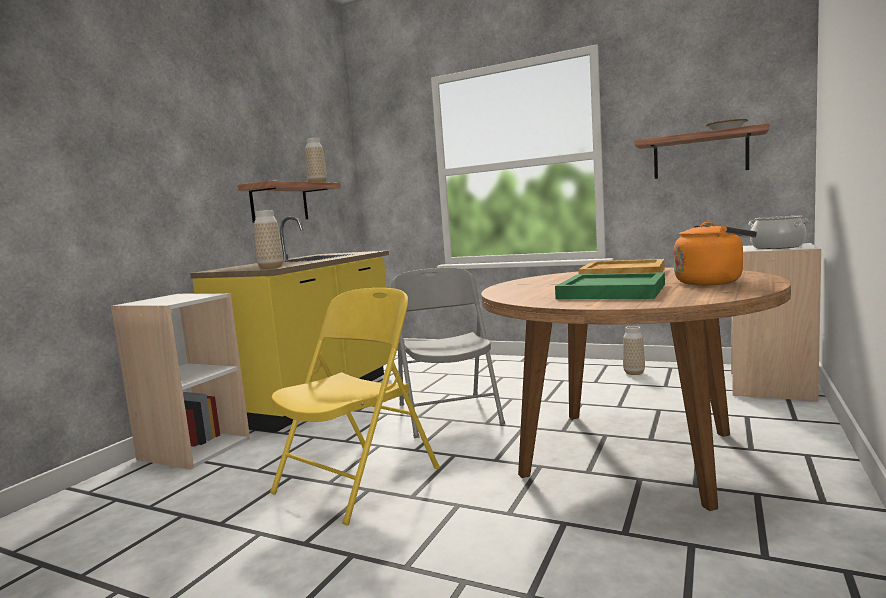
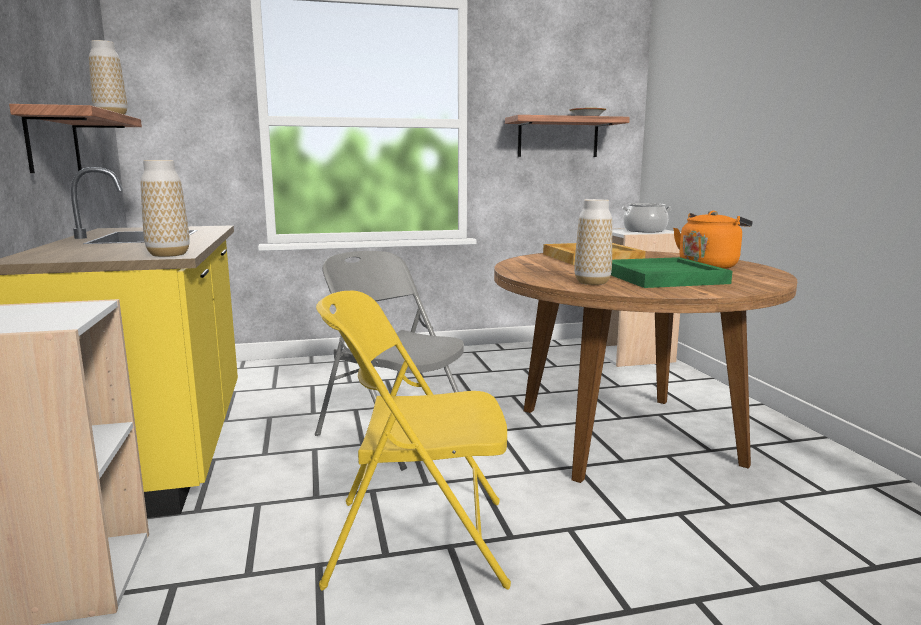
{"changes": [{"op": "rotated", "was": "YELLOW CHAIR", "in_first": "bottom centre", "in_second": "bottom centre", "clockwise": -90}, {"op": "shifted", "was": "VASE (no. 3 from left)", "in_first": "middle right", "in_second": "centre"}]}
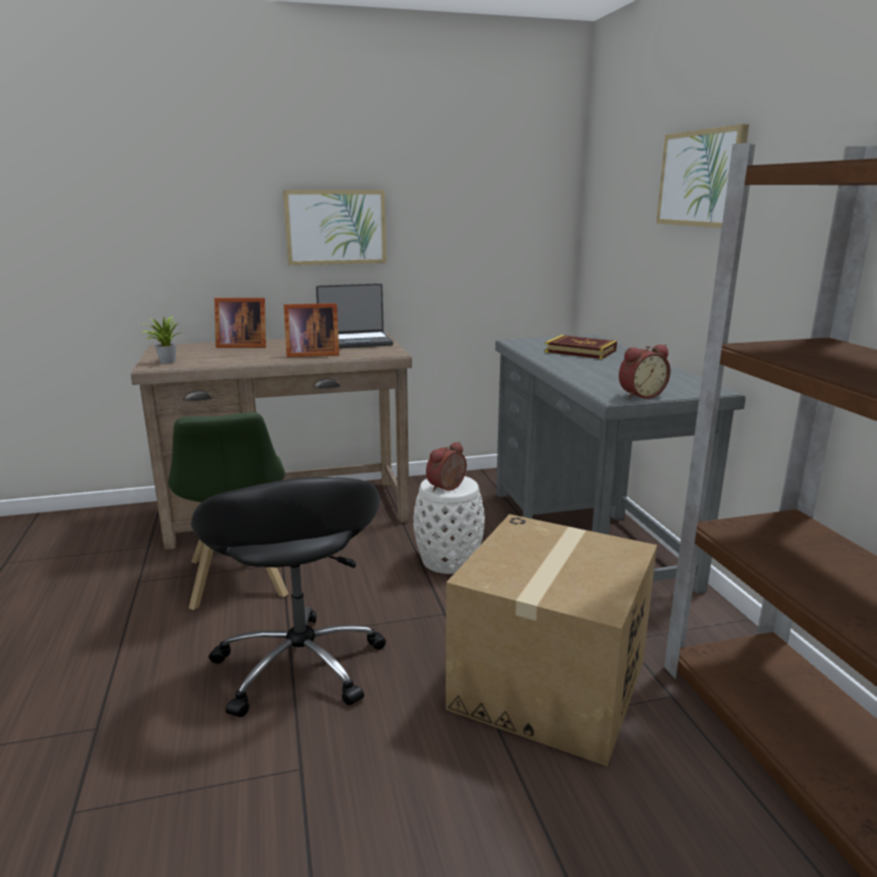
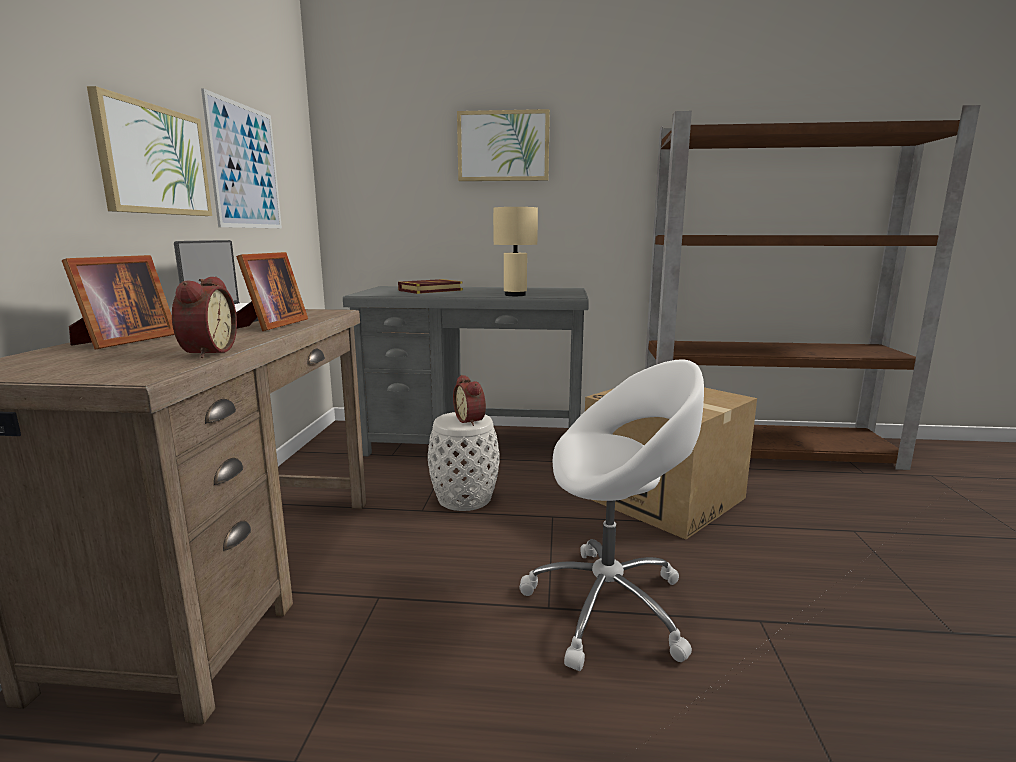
{"changes": [{"op": "shifted", "was": "ALARM CLOCK (no. 2 from left in the first image)", "now": "ALARM CLOCK (no. 1 from left)", "in_first": "middle right", "in_second": "middle left"}, {"op": "new", "now": "PICTURE (no. 2 from left)", "in_second": "top left"}, {"op": "new", "now": "BEIGE TABLE LAMP", "in_second": "top centre"}, {"op": "repainted", "was": "BLACK OFFICE CHAIR", "now": "WHITE OFFICE CHAIR", "in_first": "bottom left", "in_second": "bottom centre"}, {"op": "gone", "was": "POTTED PLANT", "in_first": "middle left"}, {"op": "gone", "was": "GREEN CHAIR", "in_first": "middle left"}]}
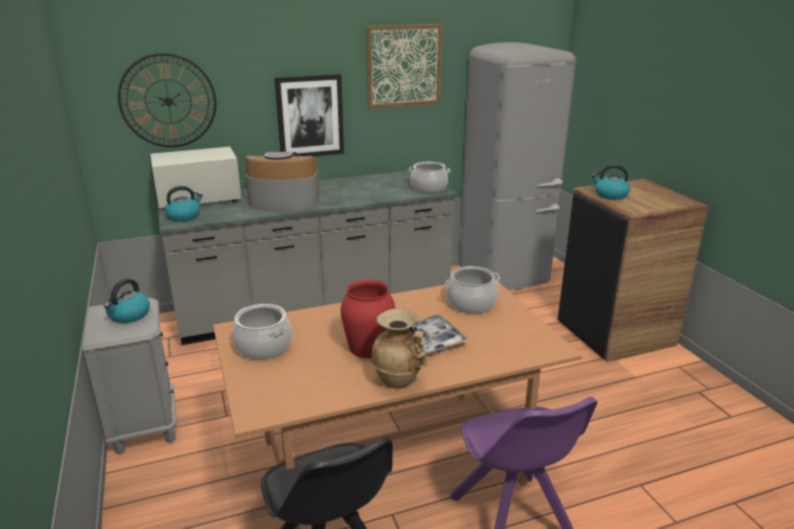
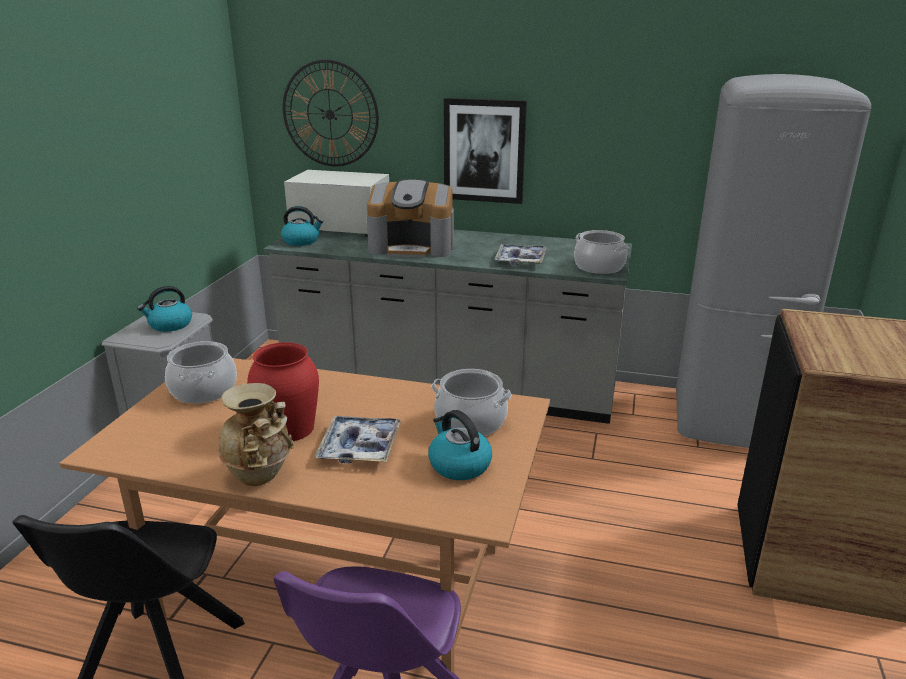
{"changes": [{"op": "rotated", "was": "COFFEE MACHINE", "in_first": "centre", "in_second": "top centre", "clockwise": 150}, {"op": "shifted", "was": "KETTLE (no. 3 from left)", "in_first": "middle right", "in_second": "centre"}, {"op": "new", "now": "TRAY (no. 2 from left)", "in_second": "centre"}, {"op": "gone", "was": "PICTURE (no. 2 from left)", "in_first": "top centre"}]}
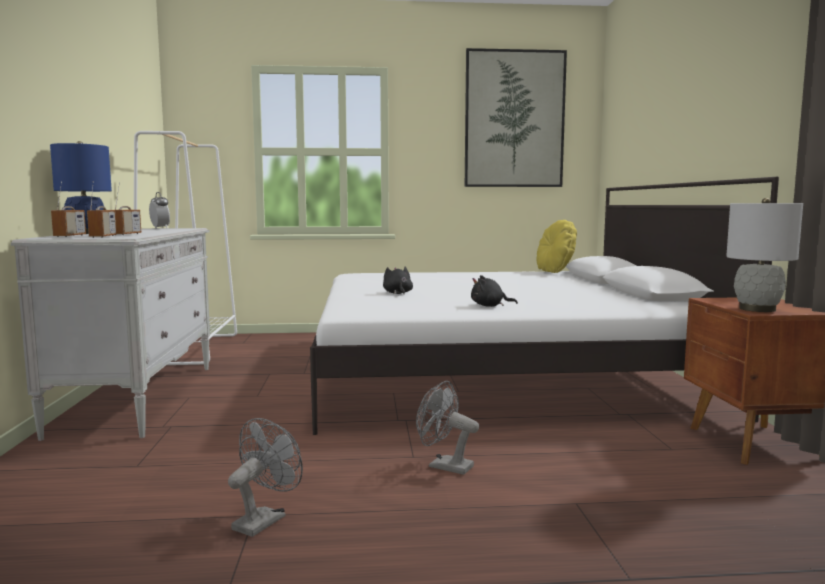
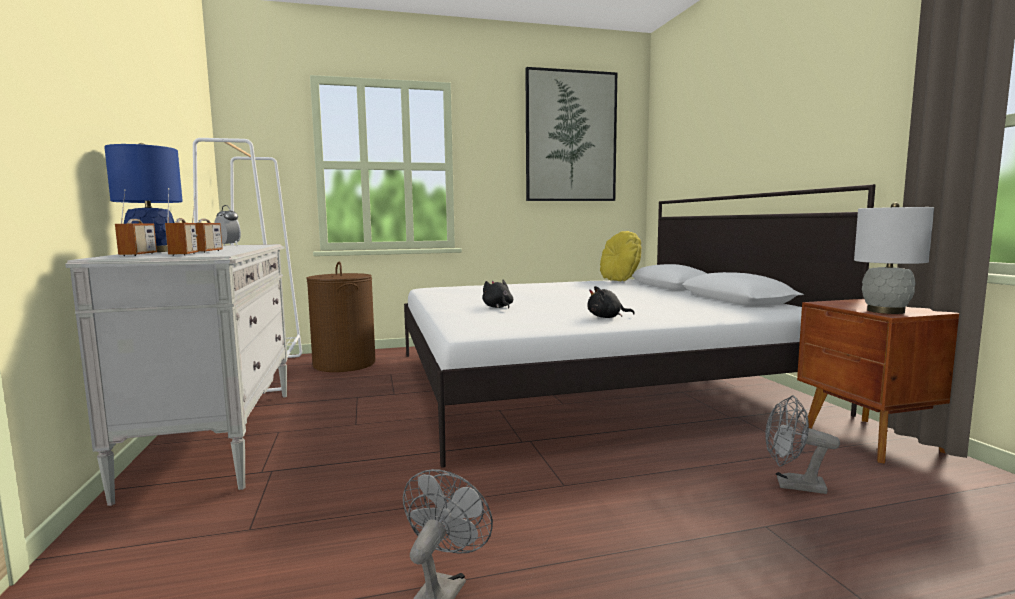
{"changes": [{"op": "new", "now": "BROWN LAUNDRY BASKET", "in_second": "centre"}, {"op": "shifted", "was": "GREY FAN (no. 2 from left)", "in_first": "bottom centre", "in_second": "bottom right"}]}
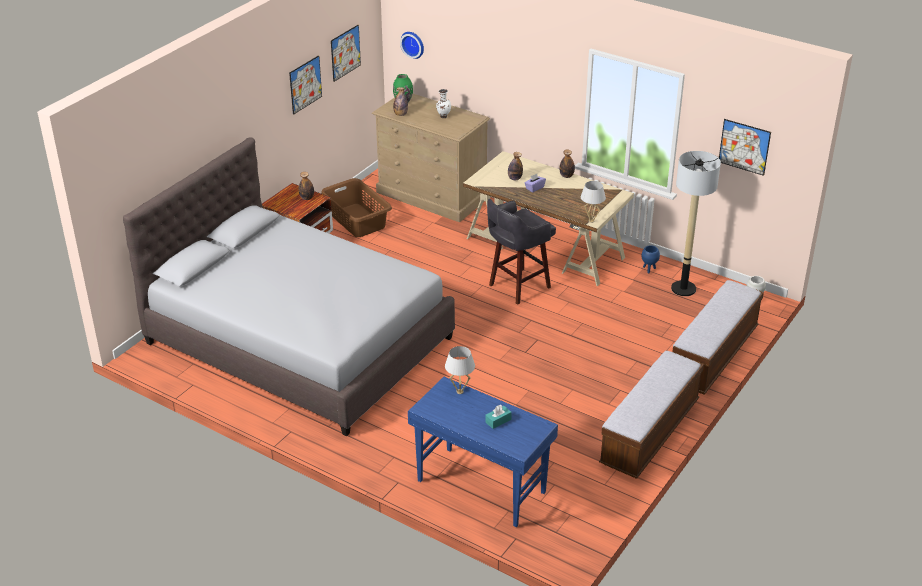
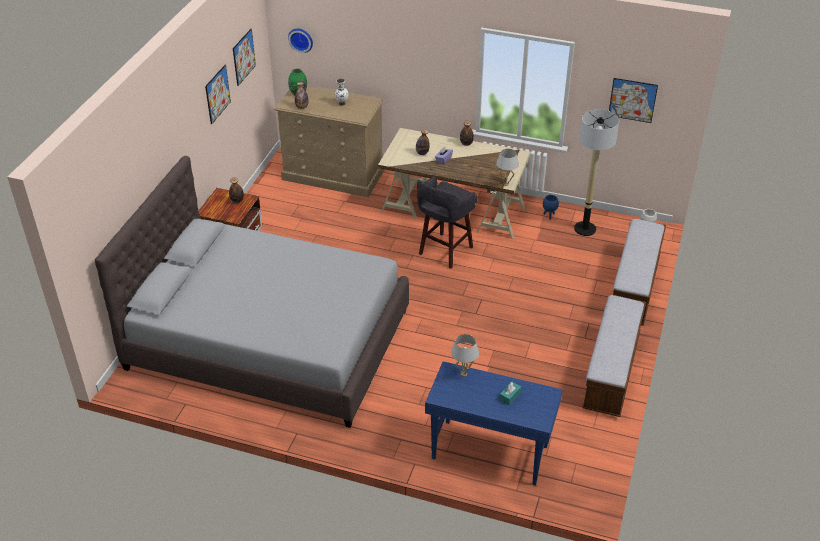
{"changes": [{"op": "gone", "was": "BROWN LAUNDRY BASKET", "in_first": "centre"}]}
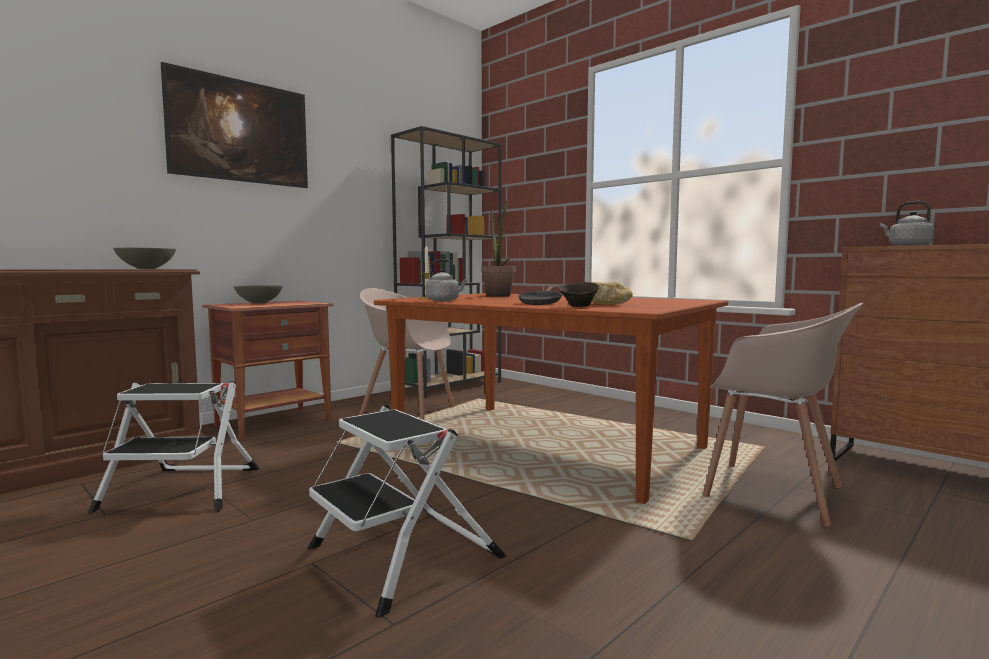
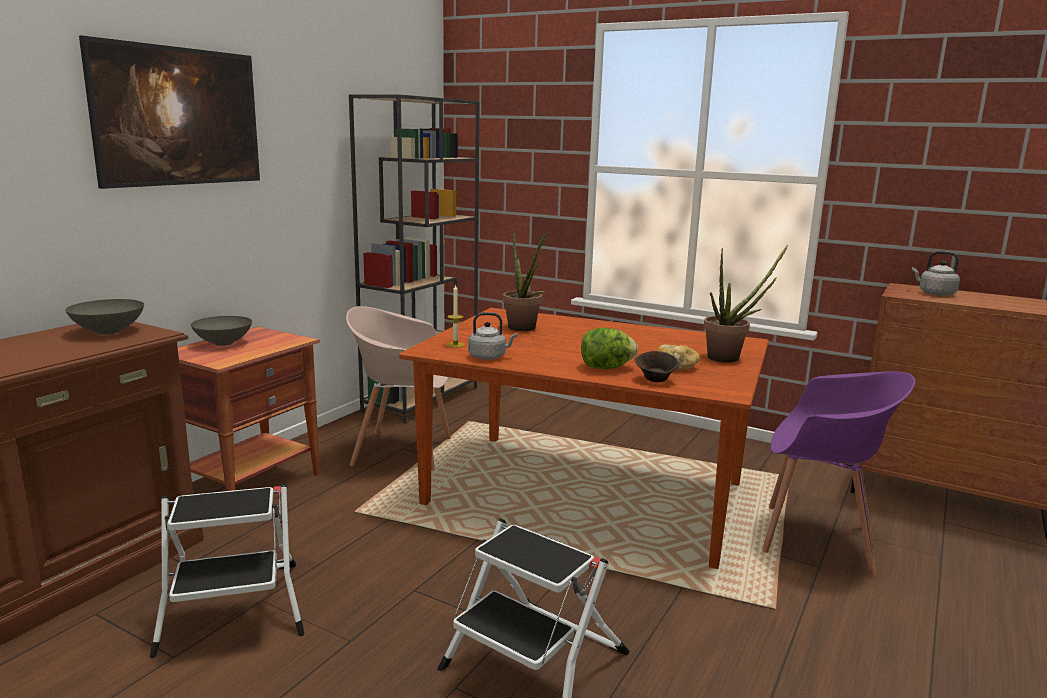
{"changes": [{"op": "swapped", "was": "BLACK FRYING PAN", "now": "LETTUCE", "in_first": "centre", "in_second": "centre"}, {"op": "new", "now": "POTTED PLANT (no. 2 from left)", "in_second": "middle right"}, {"op": "repainted", "was": "BEIGE CHAIR (no. 2 from left)", "now": "PURPLE CHAIR", "in_first": "middle right", "in_second": "bottom right"}]}
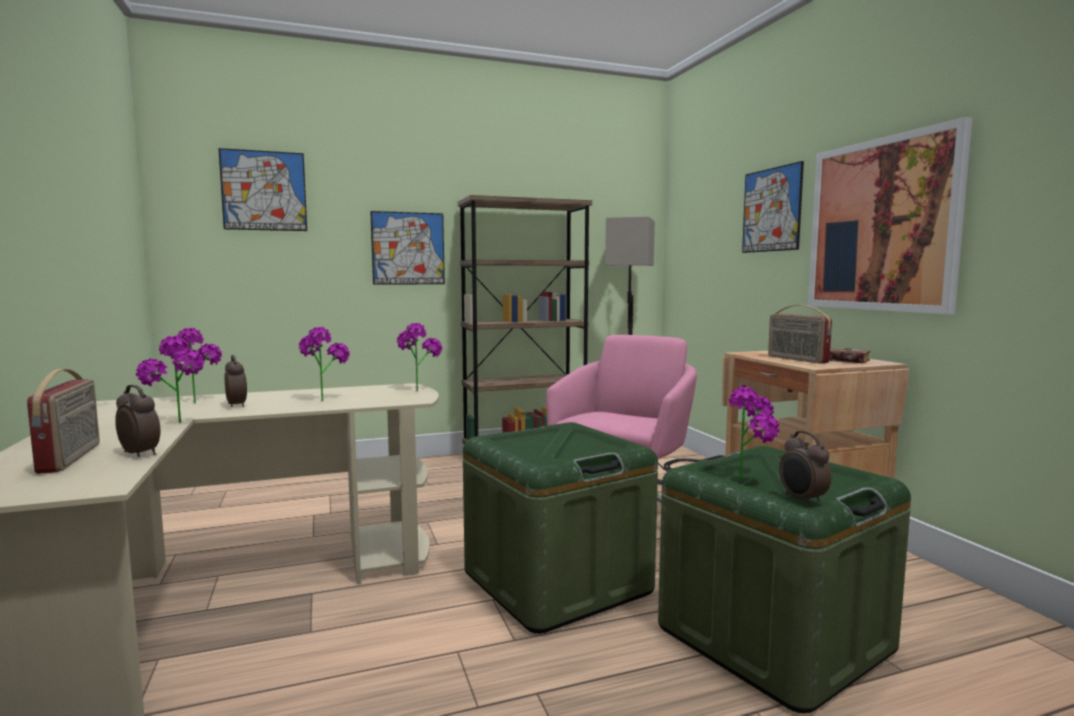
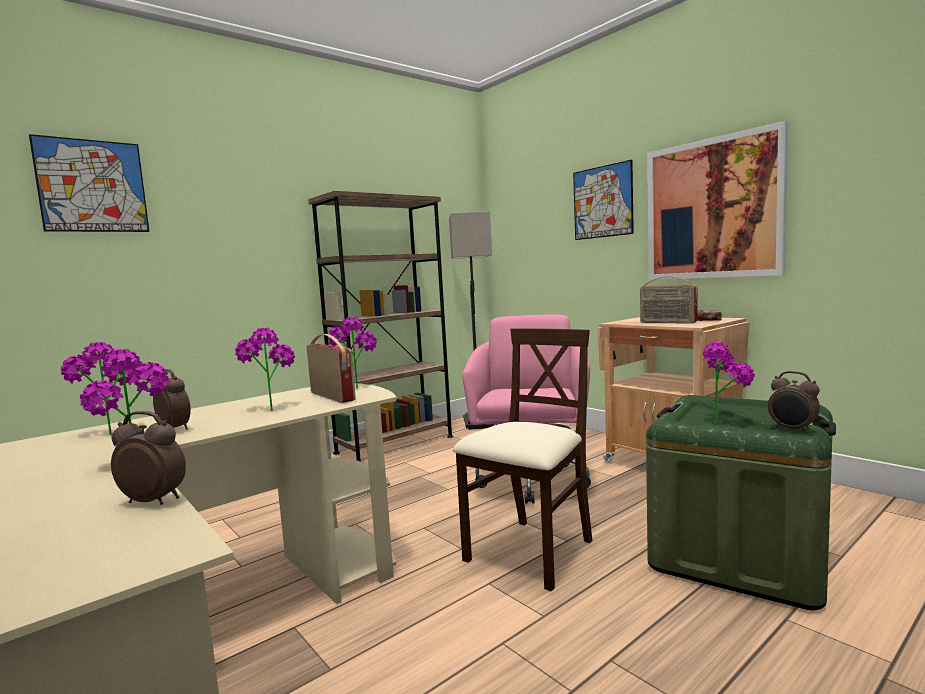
{"changes": [{"op": "shifted", "was": "RADIO (no. 1 from left)", "in_first": "middle left", "in_second": "centre"}, {"op": "swapped", "was": "GREEN STORAGE BOX (no. 1 from left)", "now": "BEIGE CHAIR", "in_first": "bottom centre", "in_second": "centre"}, {"op": "gone", "was": "PICTURE (no. 2 from left)", "in_first": "centre"}]}
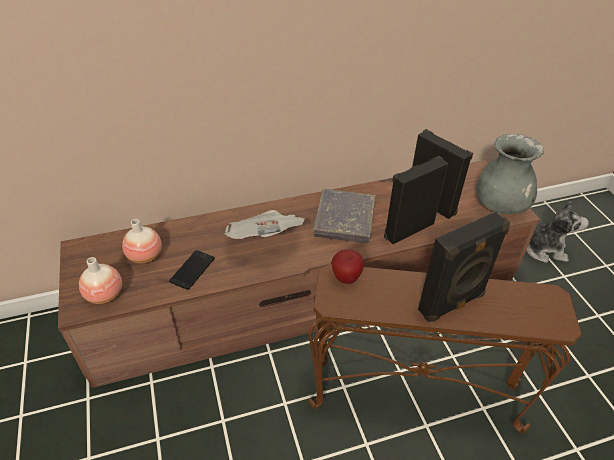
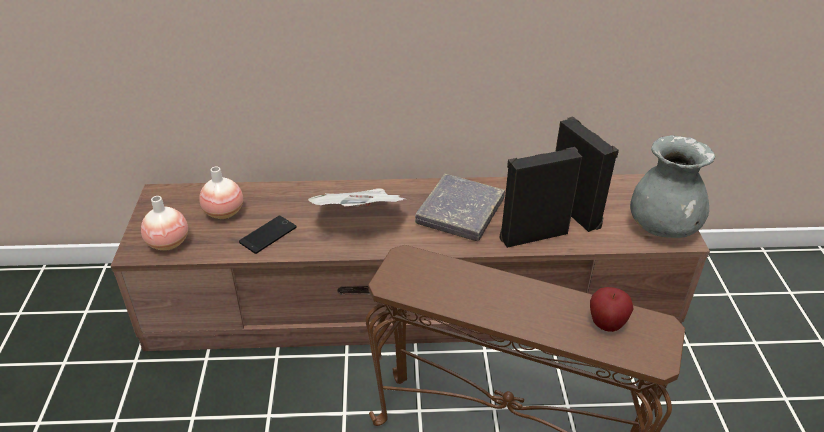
{"changes": [{"op": "shifted", "was": "APPLE", "in_first": "centre", "in_second": "bottom right"}, {"op": "gone", "was": "BLACK SPEAKER (no. 3 from left)", "in_first": "middle right"}, {"op": "gone", "was": "PLUSH TOY", "in_first": "middle right"}]}
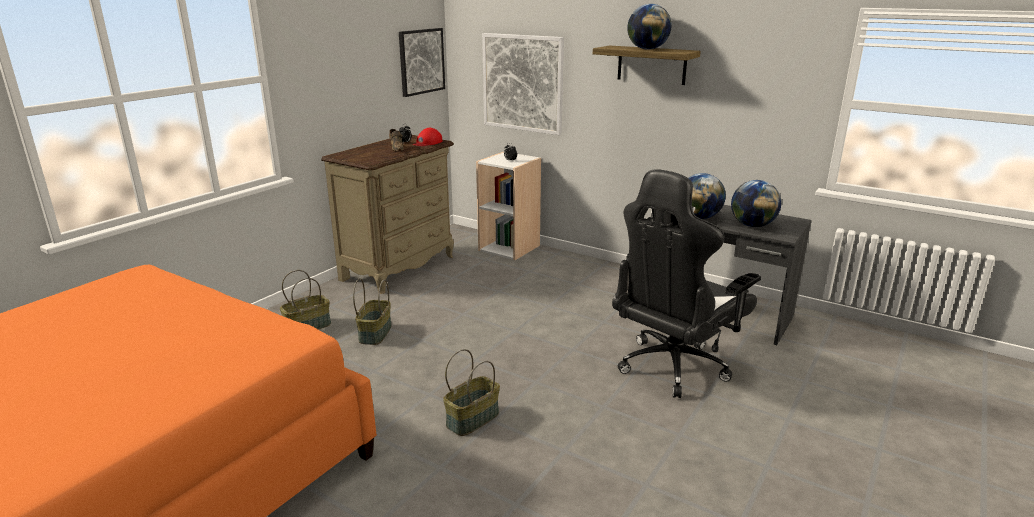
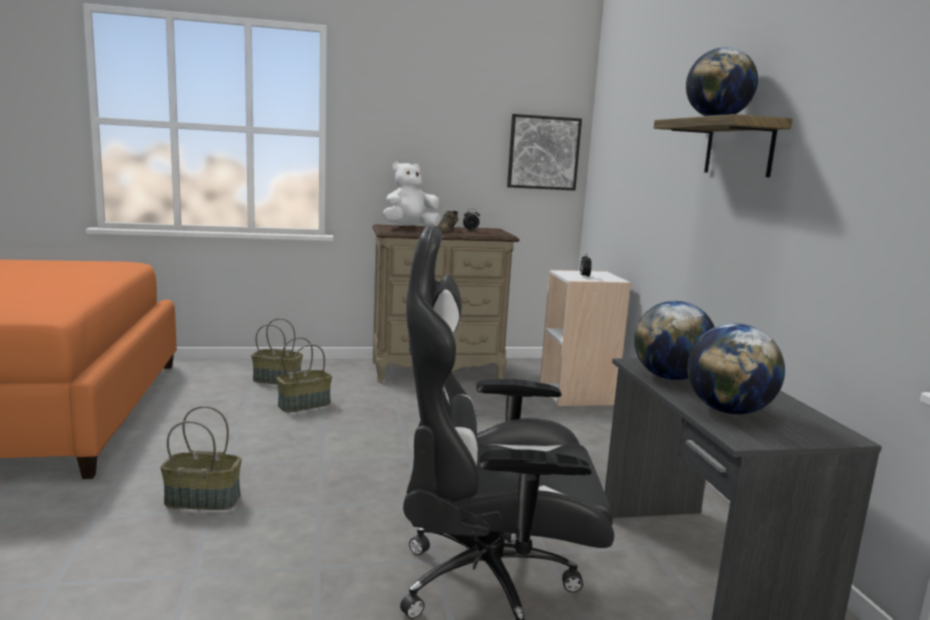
{"changes": [{"op": "new", "now": "WHITE PLUSH TOY", "in_second": "top centre"}, {"op": "gone", "was": "RED CAP", "in_first": "top centre"}, {"op": "gone", "was": "PICTURE (no. 2 from left)", "in_first": "top centre"}]}
